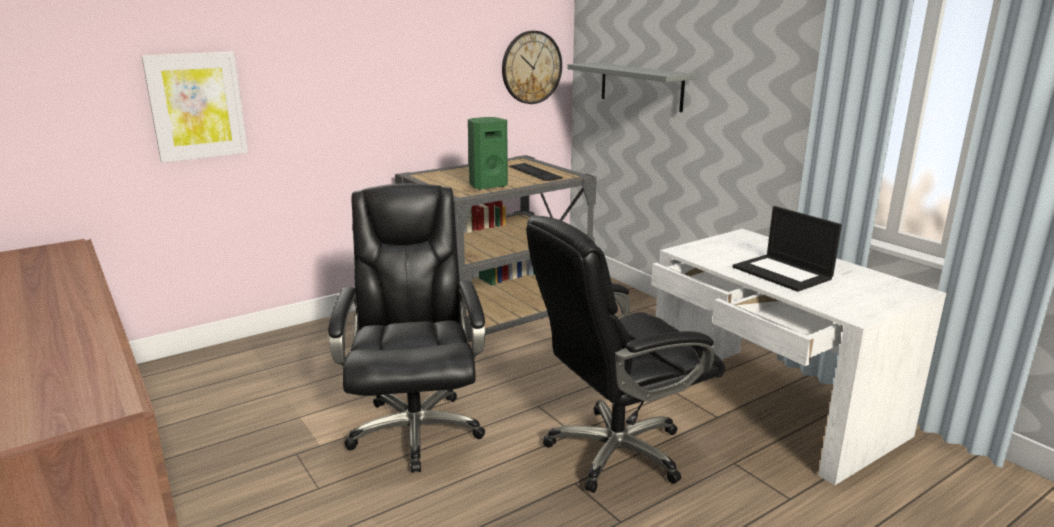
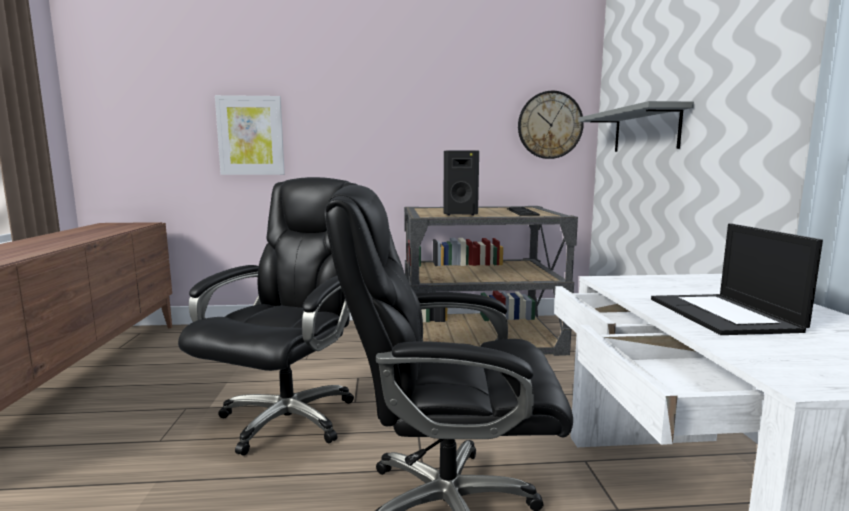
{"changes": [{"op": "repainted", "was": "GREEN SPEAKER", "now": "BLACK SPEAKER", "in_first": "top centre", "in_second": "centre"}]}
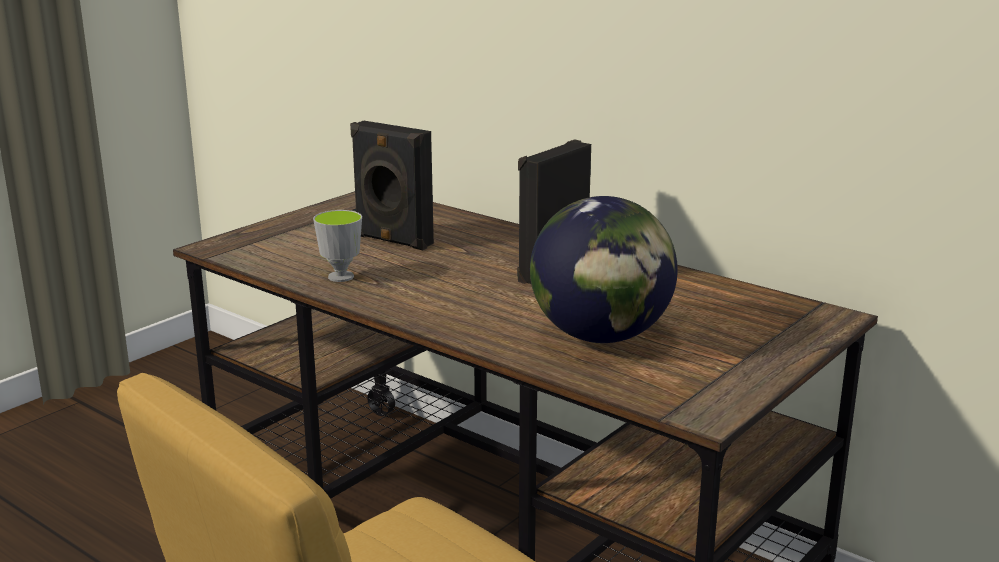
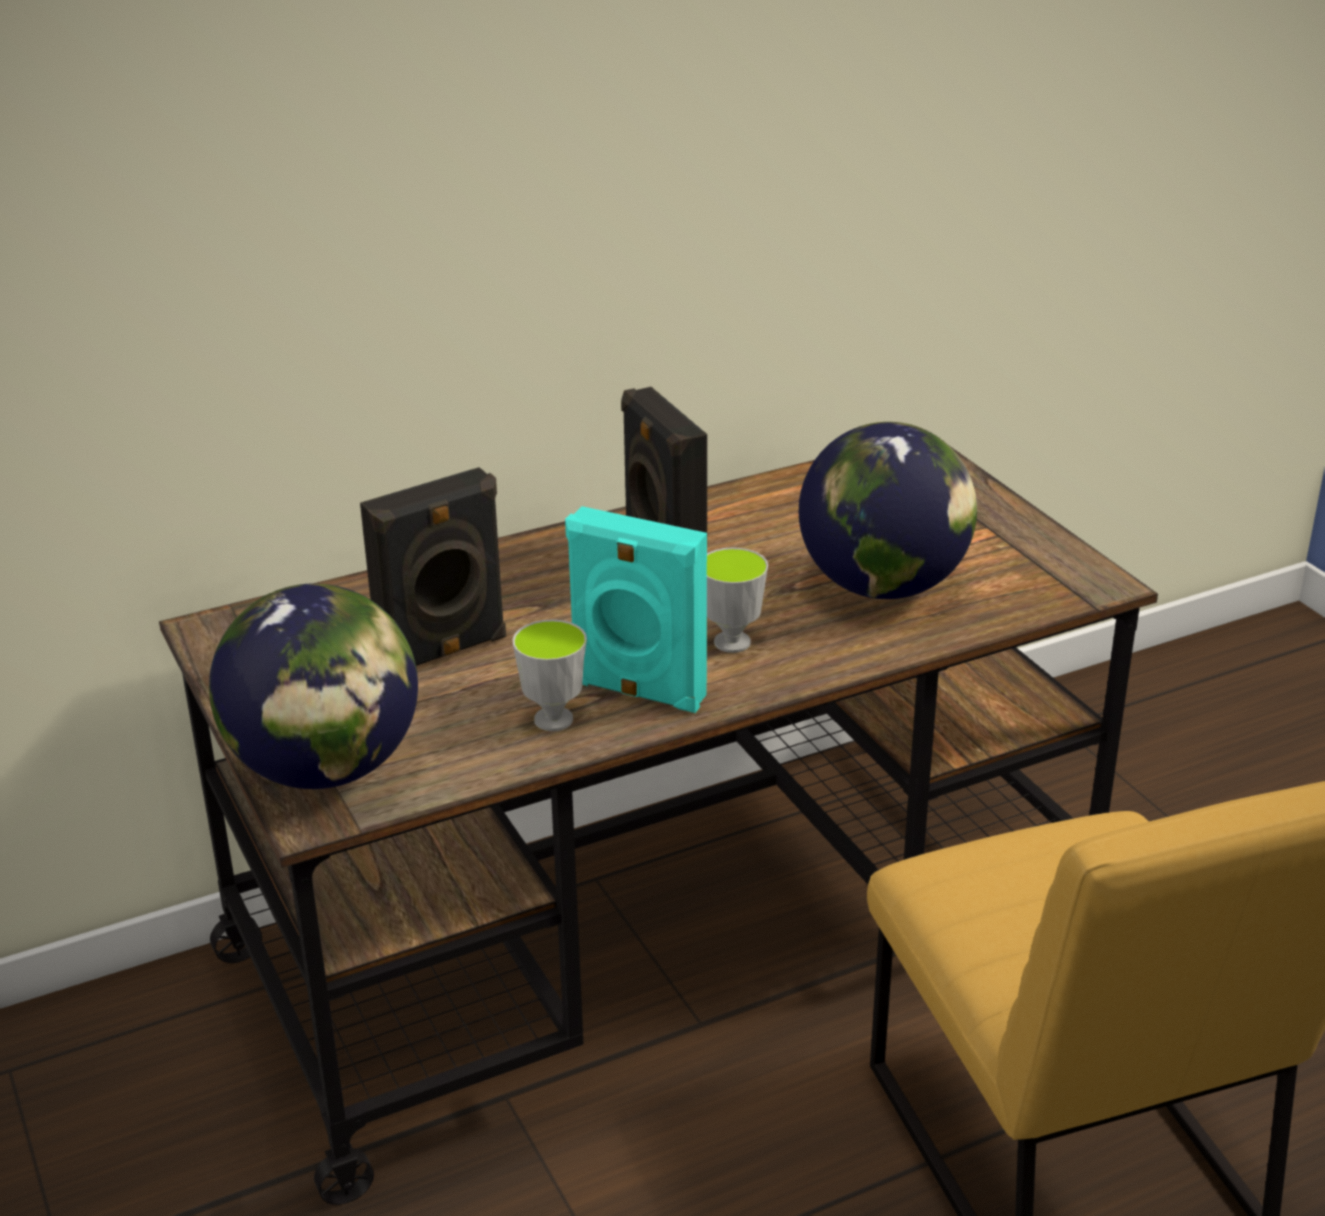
{"changes": [{"op": "new", "now": "GLOBE (no. 1 from left)", "in_second": "middle left"}, {"op": "new", "now": "TURQUOISE SPEAKER", "in_second": "centre"}, {"op": "new", "now": "CUP (no. 2 from left)", "in_second": "centre"}]}
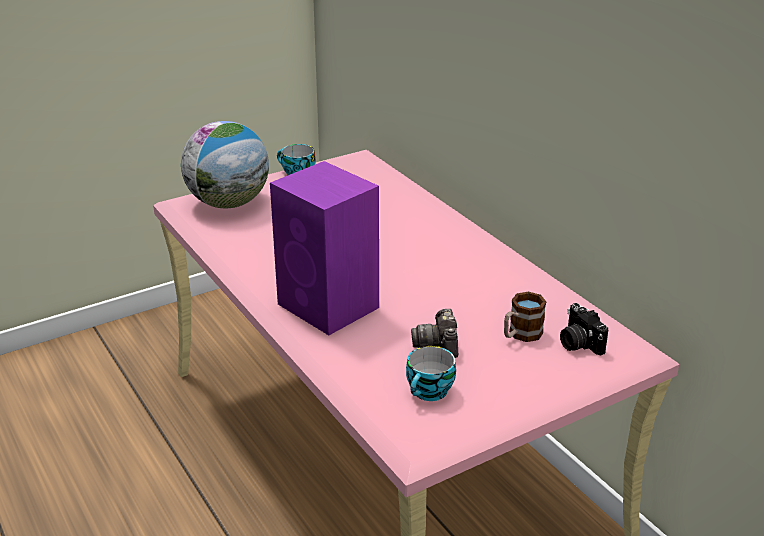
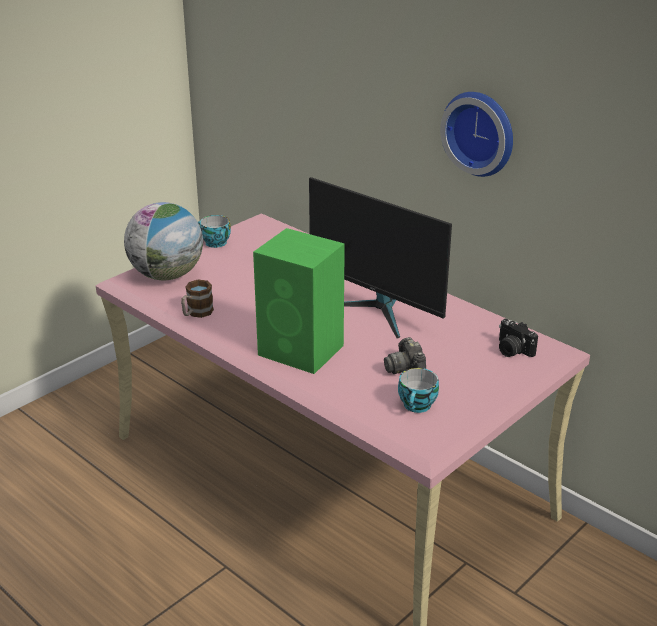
{"changes": [{"op": "shifted", "was": "MUG", "in_first": "middle right", "in_second": "middle left"}, {"op": "repainted", "was": "PURPLE SPEAKER", "now": "GREEN SPEAKER", "in_first": "centre", "in_second": "centre"}, {"op": "new", "now": "MONITOR", "in_second": "centre"}, {"op": "new", "now": "WALL CLOCK", "in_second": "top right"}]}
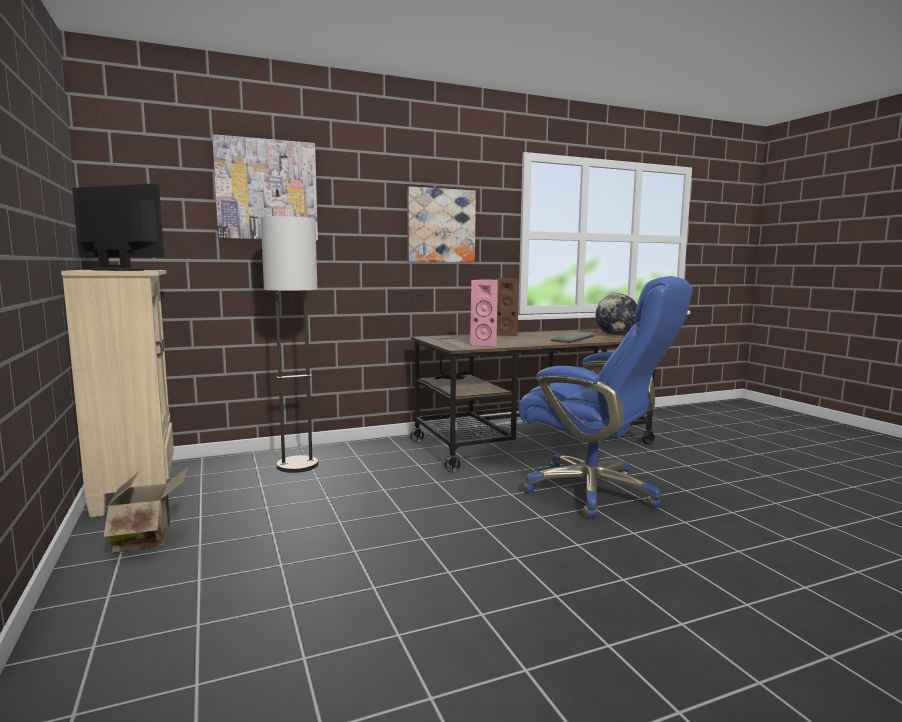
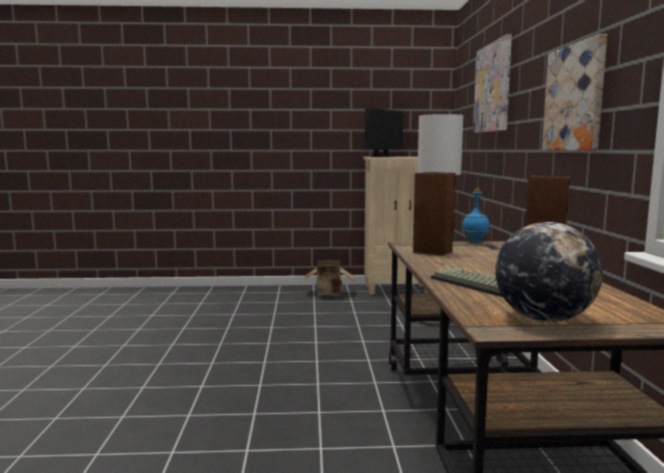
{"changes": [{"op": "repainted", "was": "PINK SPEAKER", "now": "BROWN SPEAKER (no. 1 from left)", "in_first": "centre", "in_second": "centre"}, {"op": "new", "now": "BLUE BOTTLE", "in_second": "middle right"}, {"op": "gone", "was": "BLUE OFFICE CHAIR", "in_first": "middle right"}]}
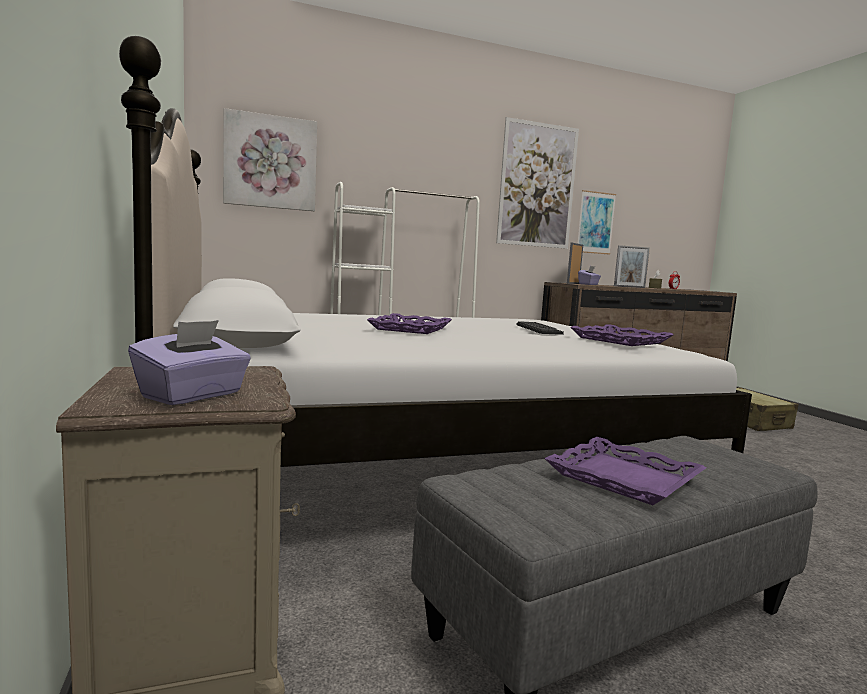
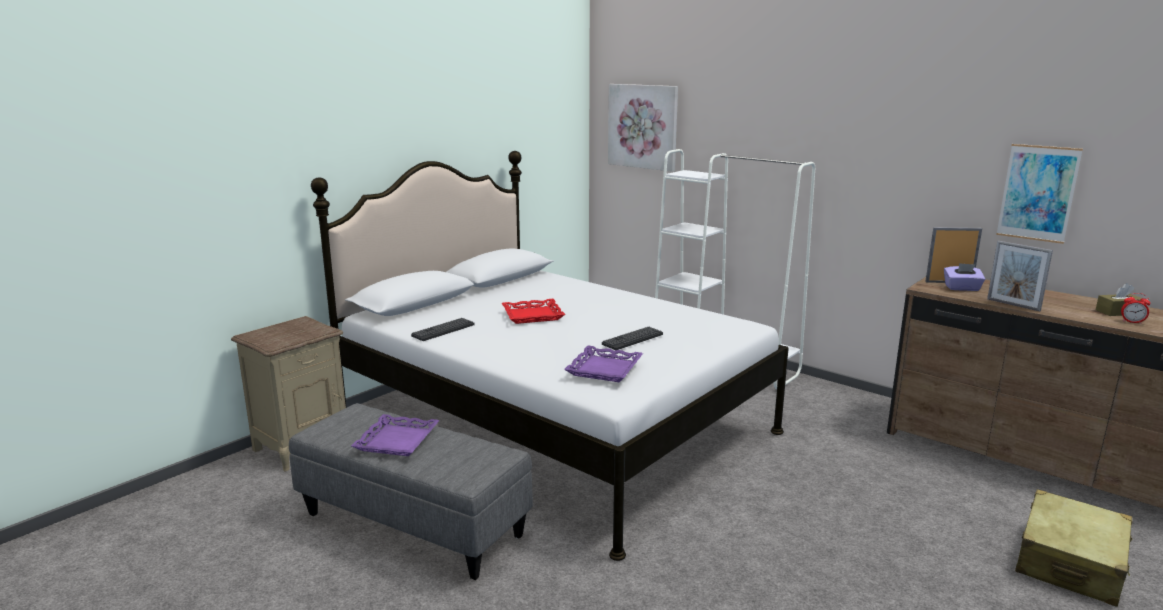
{"changes": [{"op": "new", "now": "KEYBOARD (no. 1 from left)", "in_second": "centre"}, {"op": "repainted", "was": "PURPLE TRAY (no. 1 from left)", "now": "RED TRAY", "in_first": "centre", "in_second": "centre"}, {"op": "gone", "was": "PURPLE TISSUE BOX (no. 1 from left)", "in_first": "middle left"}, {"op": "gone", "was": "PICTURE (no. 2 from left)", "in_first": "top centre"}]}
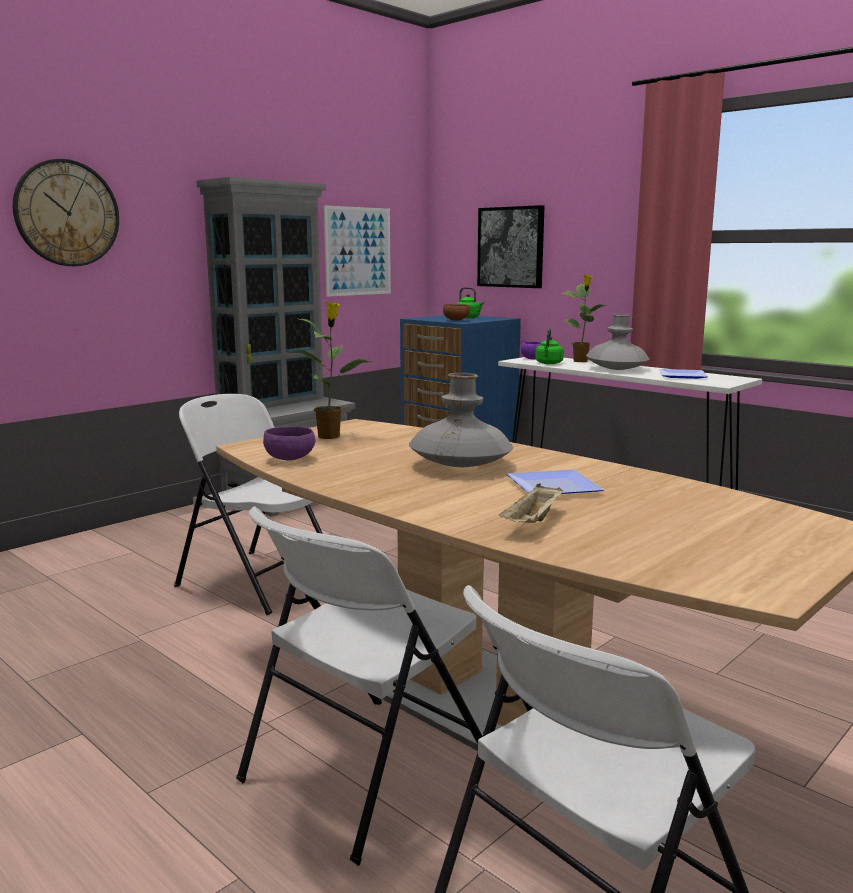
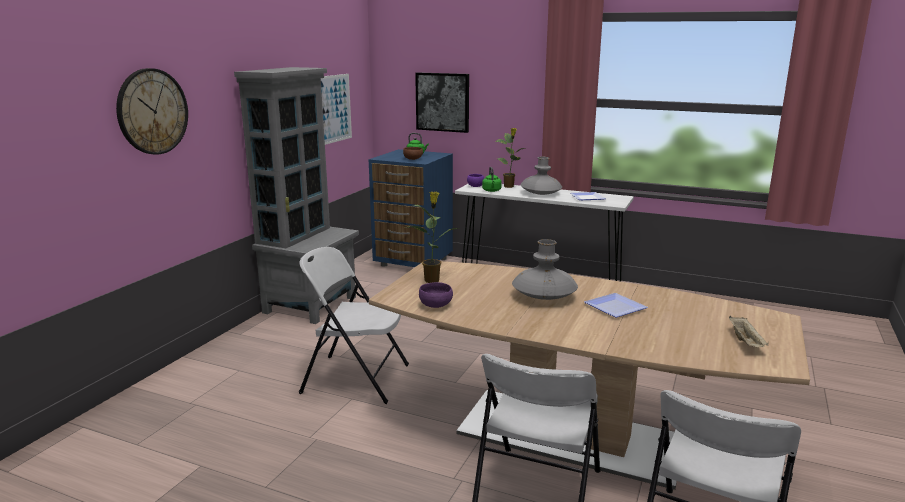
{"changes": [{"op": "shifted", "was": "BEIGE TRAY", "in_first": "centre", "in_second": "middle right"}]}
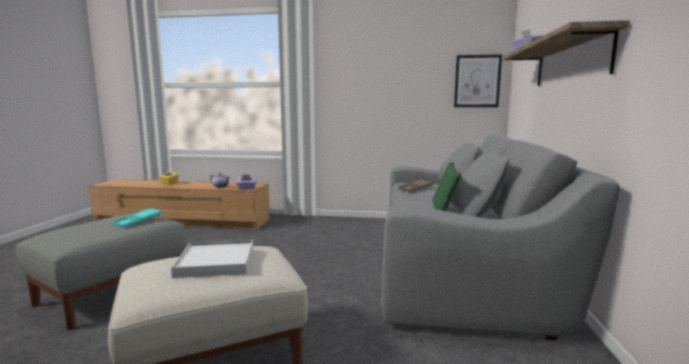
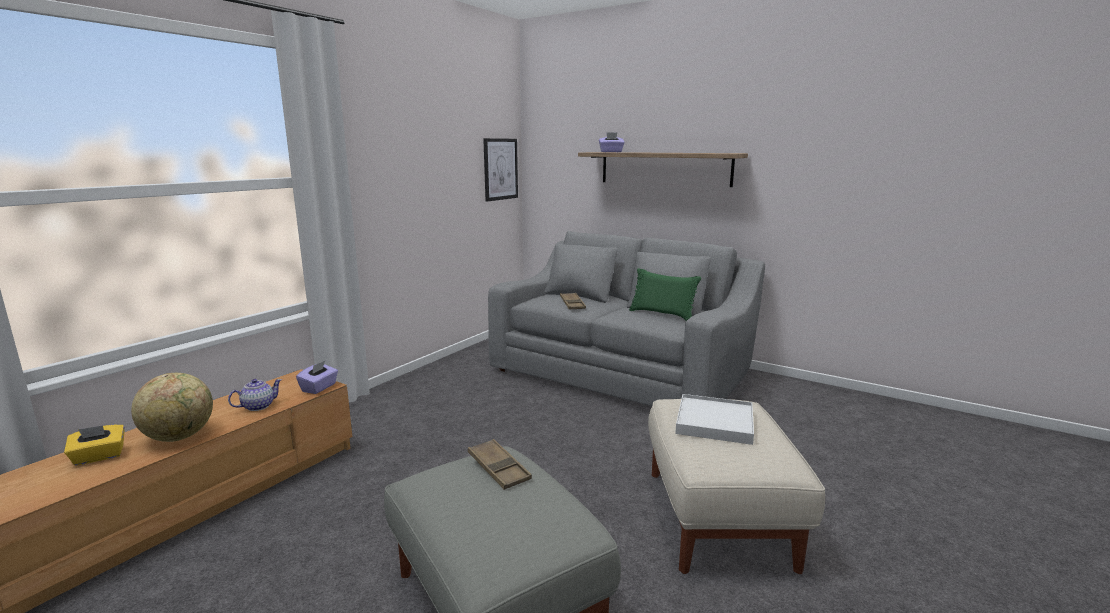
{"changes": [{"op": "new", "now": "GLOBE", "in_second": "middle left"}, {"op": "repainted", "was": "TURQUOISE TRAY", "now": "BROWN TRAY (no. 1 from left)", "in_first": "middle left", "in_second": "bottom centre"}]}
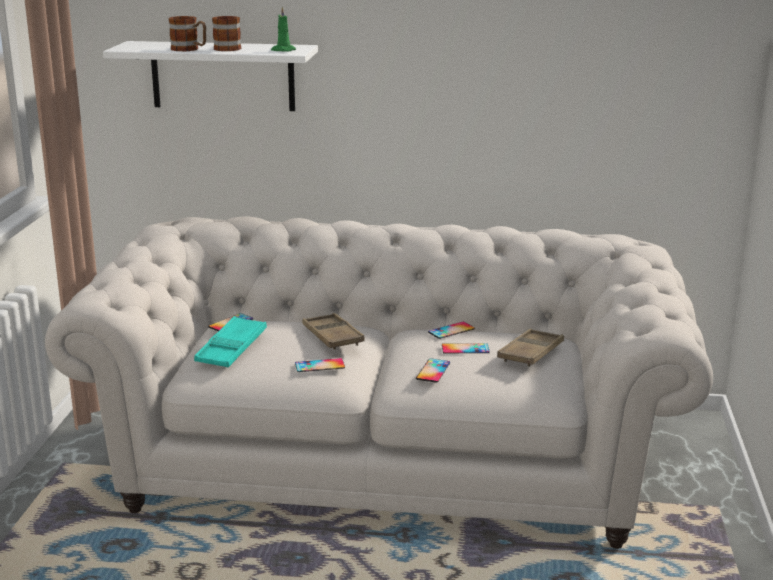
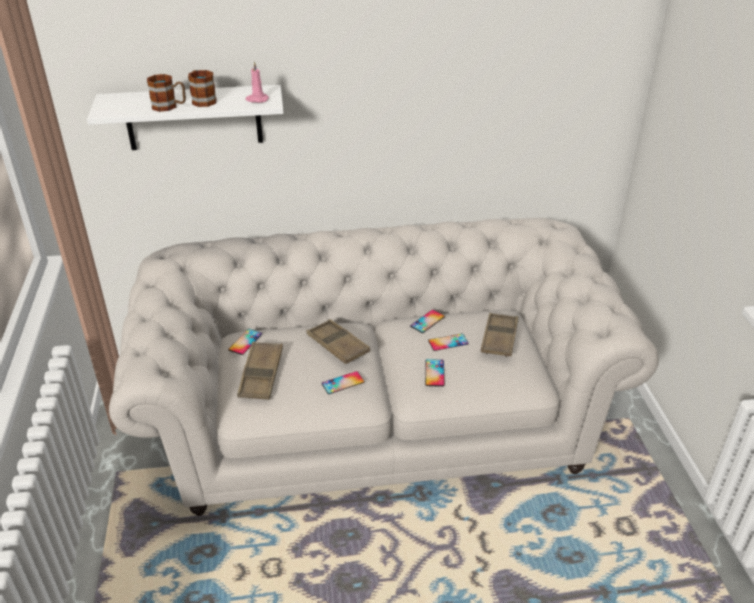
{"changes": [{"op": "repainted", "was": "TURQUOISE TRAY", "now": "BROWN TRAY (no. 1 from left)", "in_first": "middle left", "in_second": "centre"}, {"op": "repainted", "was": "GREEN CANDLE", "now": "PINK CANDLE", "in_first": "top centre", "in_second": "top centre"}]}
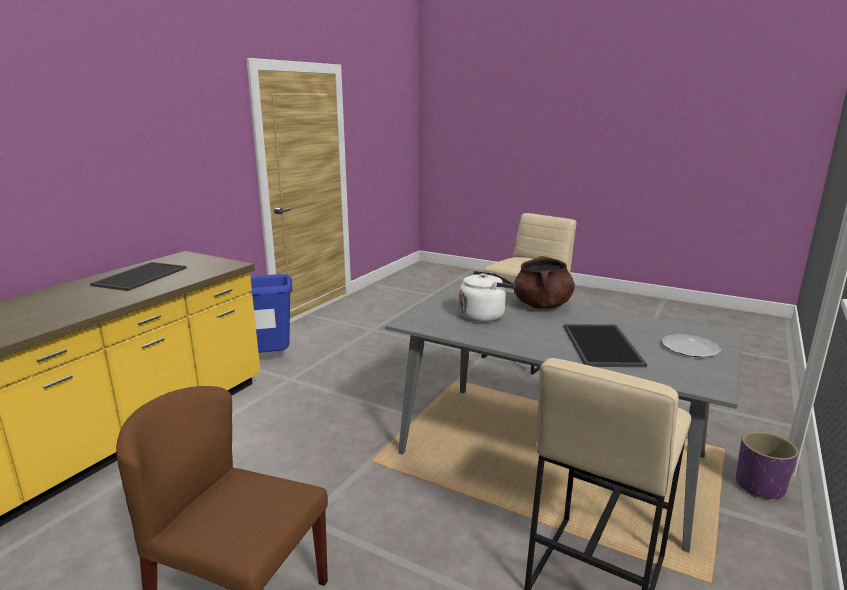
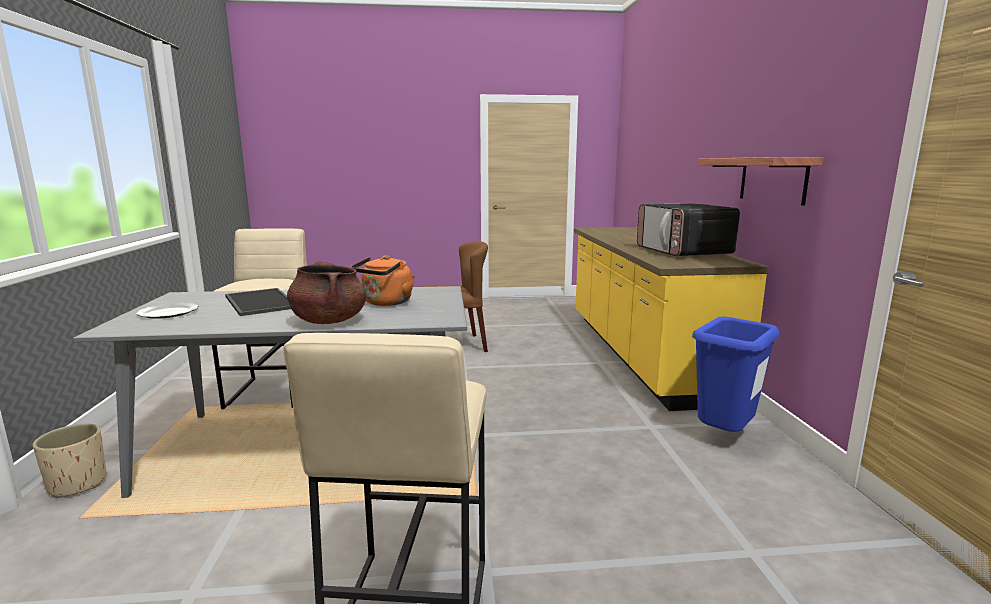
{"changes": [{"op": "repainted", "was": "PURPLE PLANTER", "now": "BEIGE PLANTER", "in_first": "bottom right", "in_second": "bottom left"}, {"op": "repainted", "was": "WHITE KETTLE", "now": "ORANGE KETTLE", "in_first": "centre", "in_second": "centre"}, {"op": "swapped", "was": "TRAY (no. 1 from left)", "now": "MICROWAVE", "in_first": "middle left", "in_second": "middle right"}, {"op": "new", "now": "SHELF", "in_second": "top right"}]}
